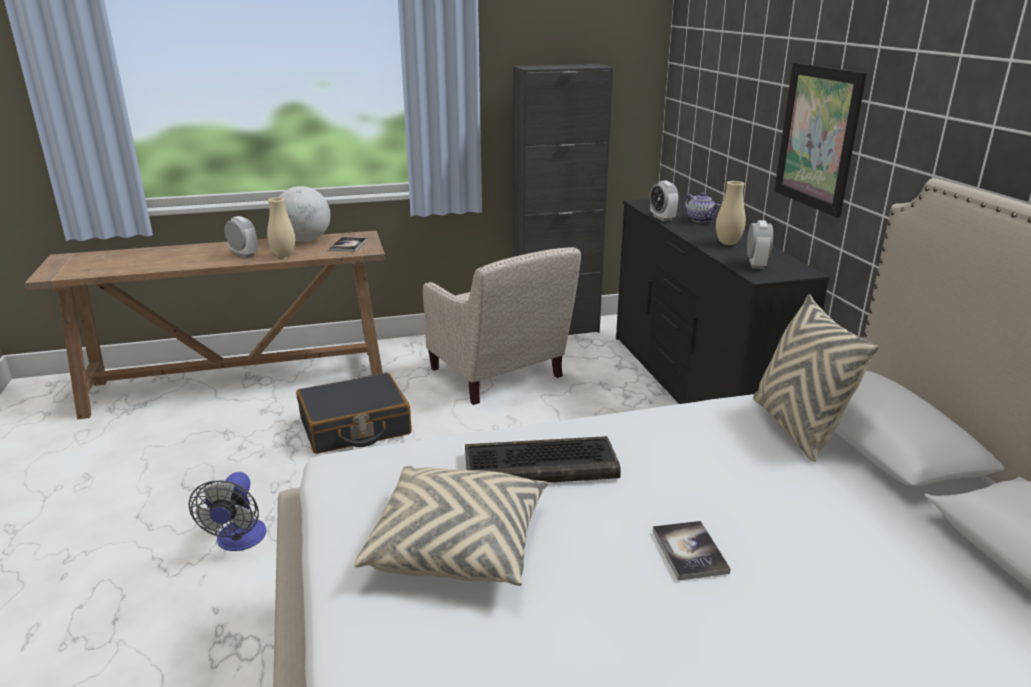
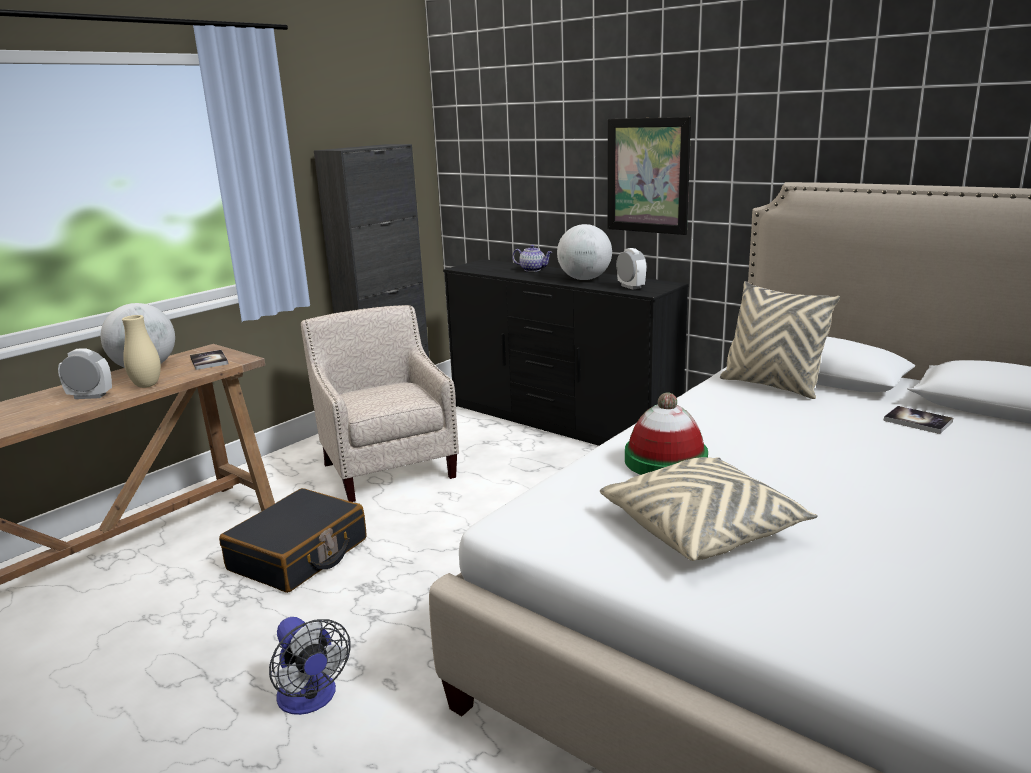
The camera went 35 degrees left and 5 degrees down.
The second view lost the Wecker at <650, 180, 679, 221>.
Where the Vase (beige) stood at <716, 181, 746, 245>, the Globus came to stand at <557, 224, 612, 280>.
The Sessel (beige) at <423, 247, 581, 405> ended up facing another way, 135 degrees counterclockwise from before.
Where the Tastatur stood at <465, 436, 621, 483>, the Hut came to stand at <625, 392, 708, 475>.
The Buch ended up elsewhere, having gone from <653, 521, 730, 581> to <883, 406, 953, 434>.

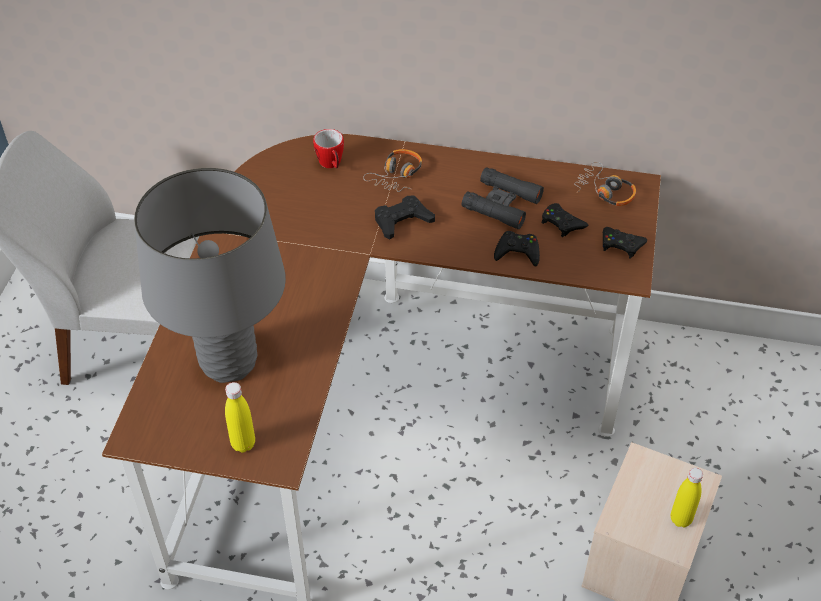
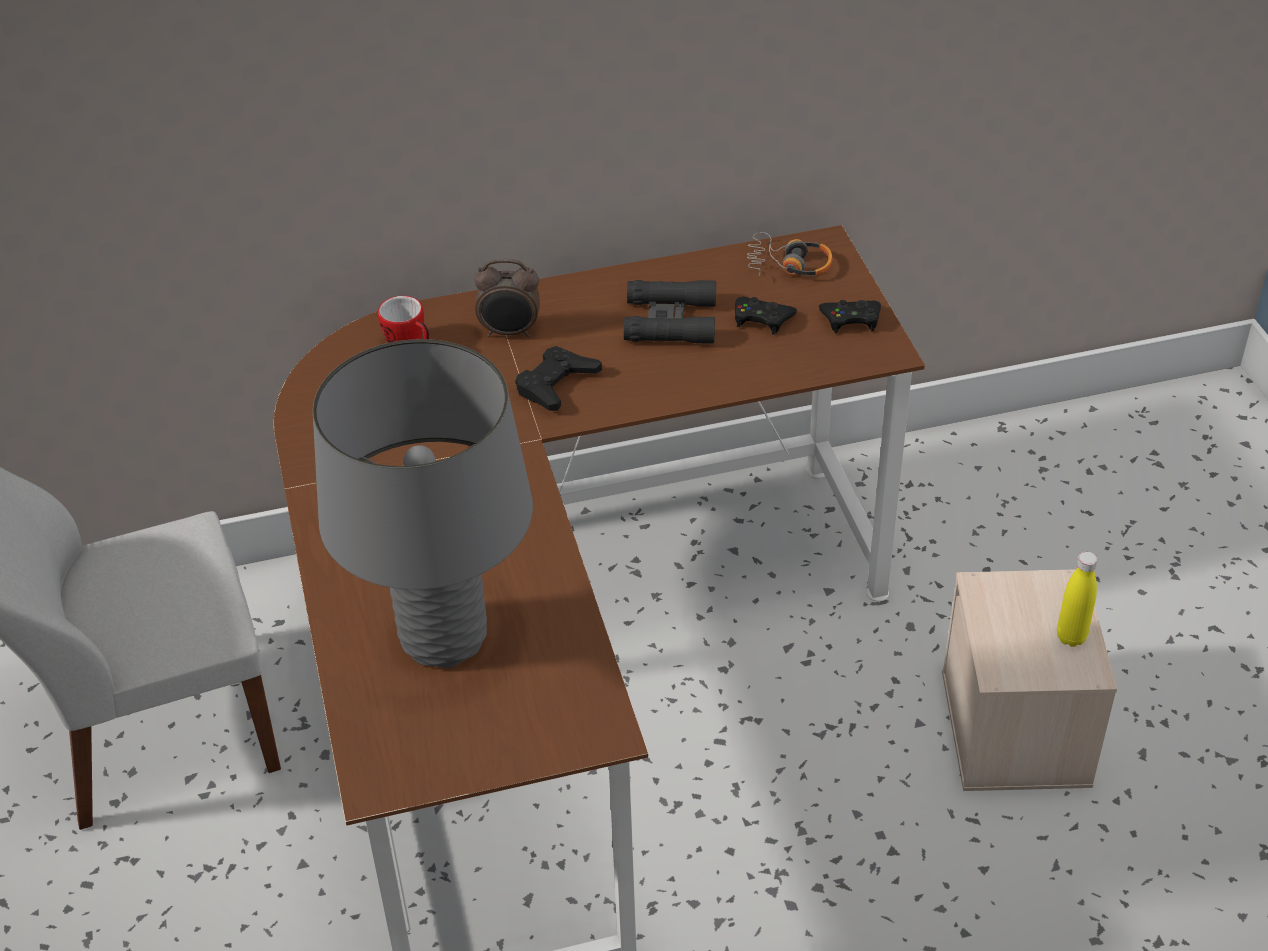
The camera went 25 degrees left and 5 degrees down.
Where the Kopfhörer stood at <363, 149, 422, 192>, the Wecker came to stand at <474, 259, 540, 337>.
The second view lost the Gamepad (schwarz) at <494, 231, 540, 267>.
The second view lost the Flasche (gelb) at <225, 382, 255, 453>.

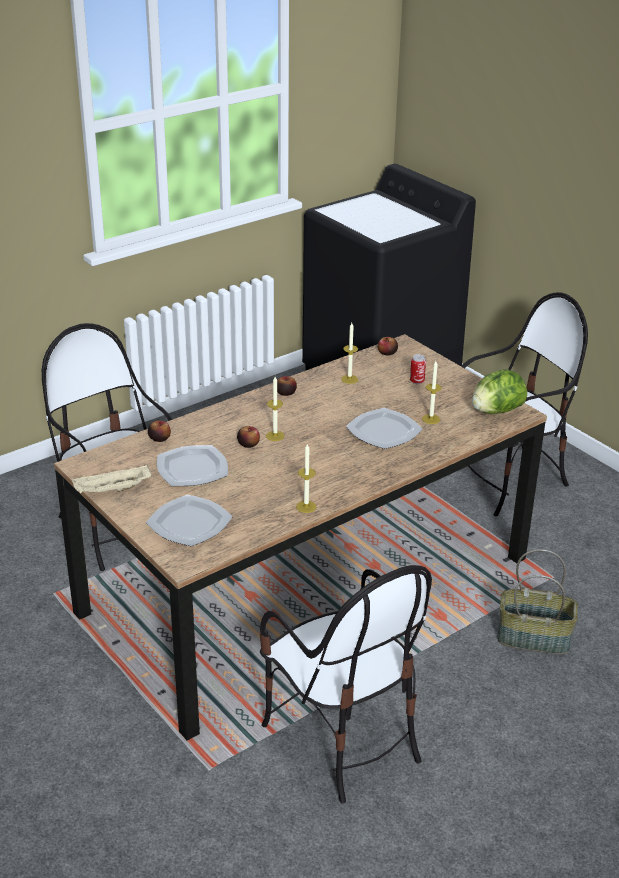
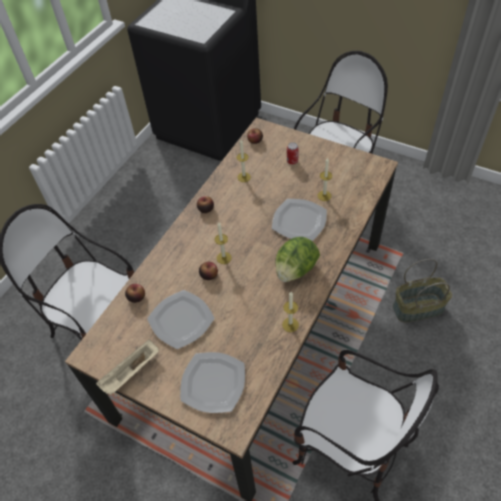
The camera went 20 degrees left and 20 degrees up.
The Salatkopf ended up elsewhere, having gone from <472, 369, 527, 414> to <275, 237, 320, 282>.

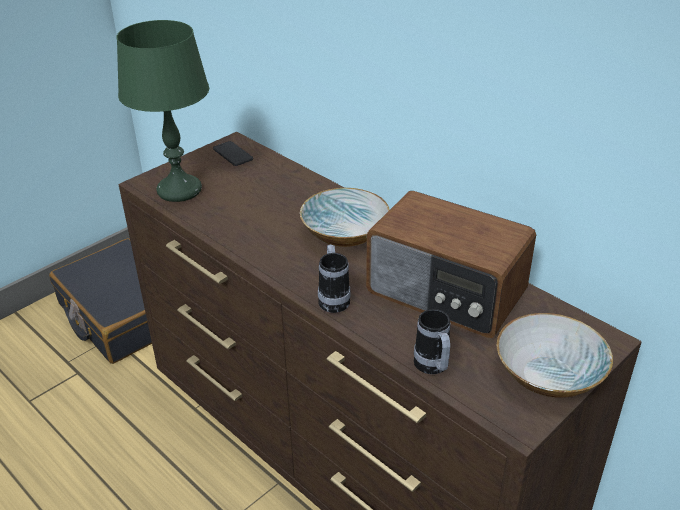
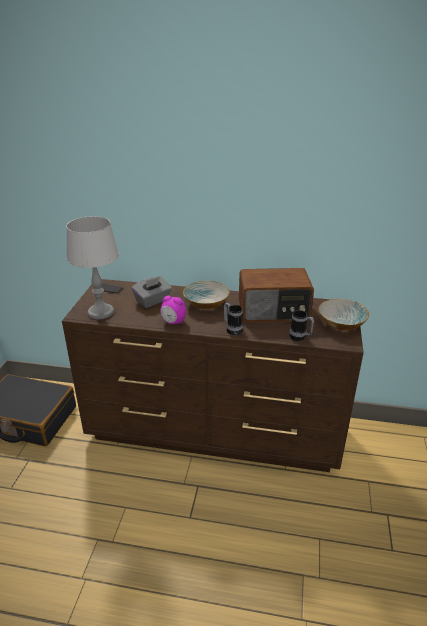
The camera went 35 degrees left and 5 degrees down.
What was the Tischlampe (grün) at <116, 20, 209, 202> turned into the Tischlampe (grau) at <66, 216, 119, 319>.
The second view gained the Taschentuchbox (grau) at <132, 276, 172, 308>.
The second view gained the Wecker at <160, 296, 186, 324>.

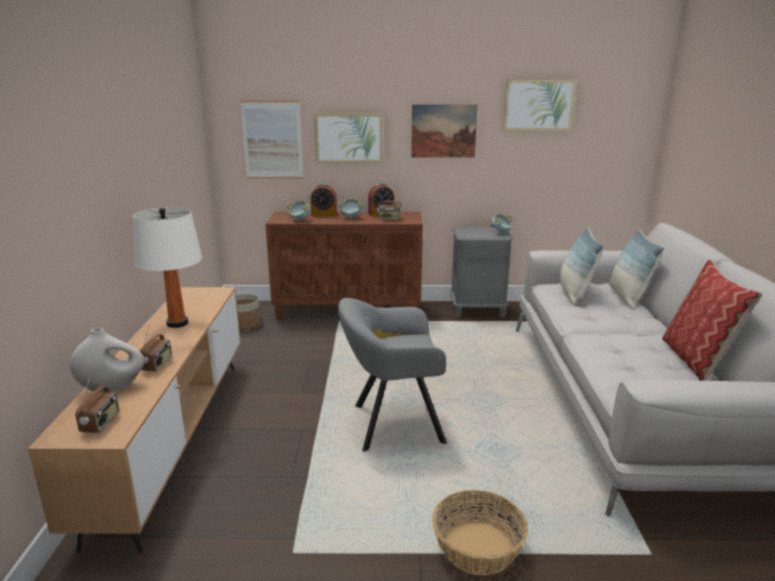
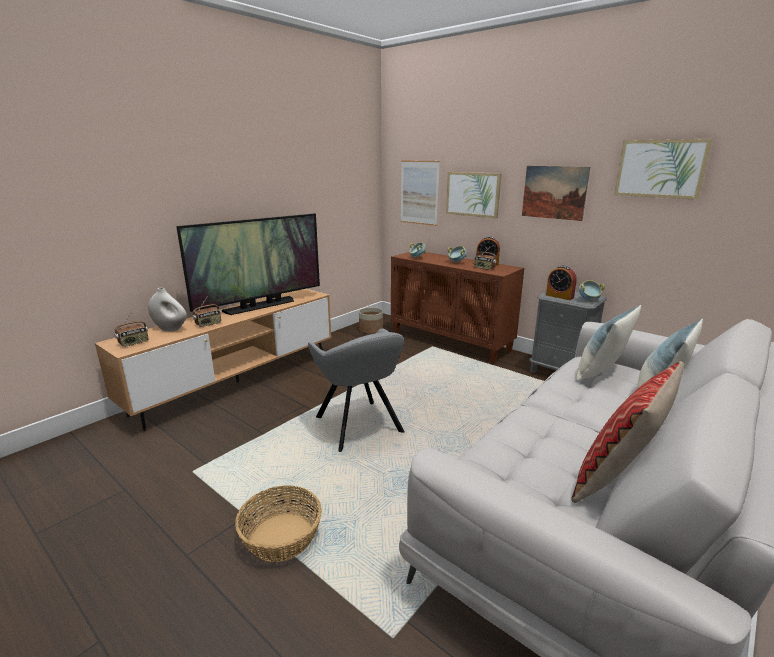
The camera went 40 degrees right and 0 degrees up.
The Wecker ended up elsewhere, having gone from <310, 184, 337, 216> to <546, 266, 577, 300>.
Where the Tischlampe (weiß) stood at <133, 207, 202, 328>, the Fernseher came to stand at <176, 213, 320, 315>.
The Sessel (grau) at <338, 298, 447, 452> ended up facing another way, 150 degrees counterclockwise from before.

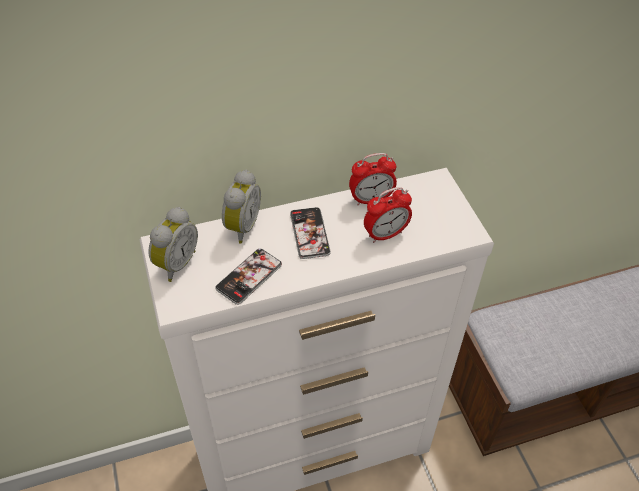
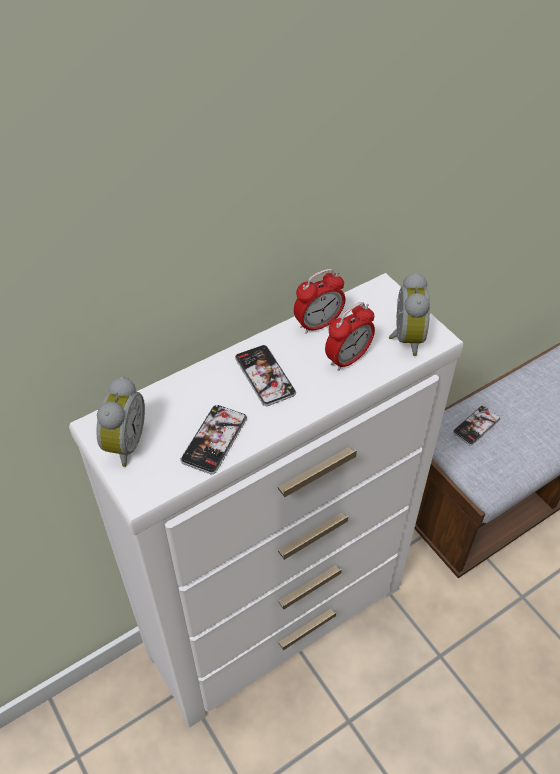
The camera went 15 degrees left and 0 degrees up.
The Wecker ended up elsewhere, having gone from <222, 170, 261, 244> to <389, 272, 430, 356>.
The second view gained the Handy at <453, 406, 501, 446>.

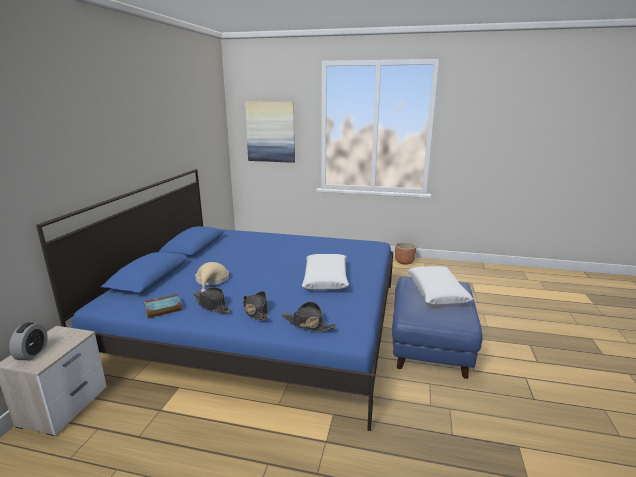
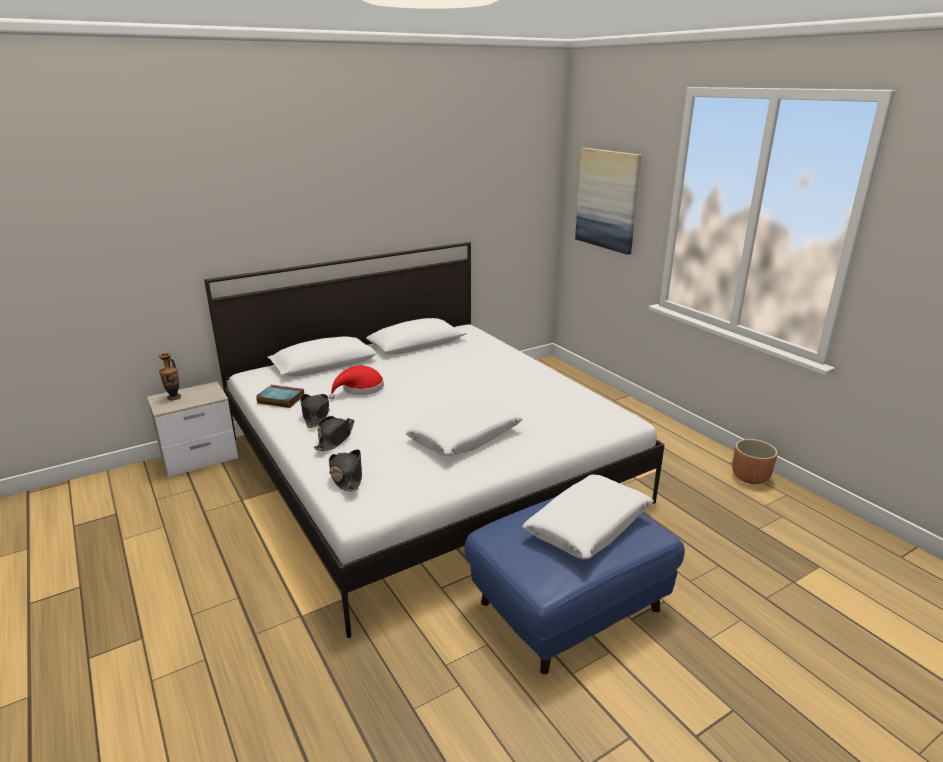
The camera went 45 degrees right and 5 degrees up.
What was the Bett (blau) at <36, 169, 393, 431> turned into the Bett (weiß) at <204, 242, 665, 638>.
What was the Hut (beige) at <196, 262, 229, 293> turned into the Hut (rot) at <329, 366, 384, 399>.
Where the Wecker stood at <9, 322, 48, 360>, the Vase came to stand at <159, 353, 181, 400>.

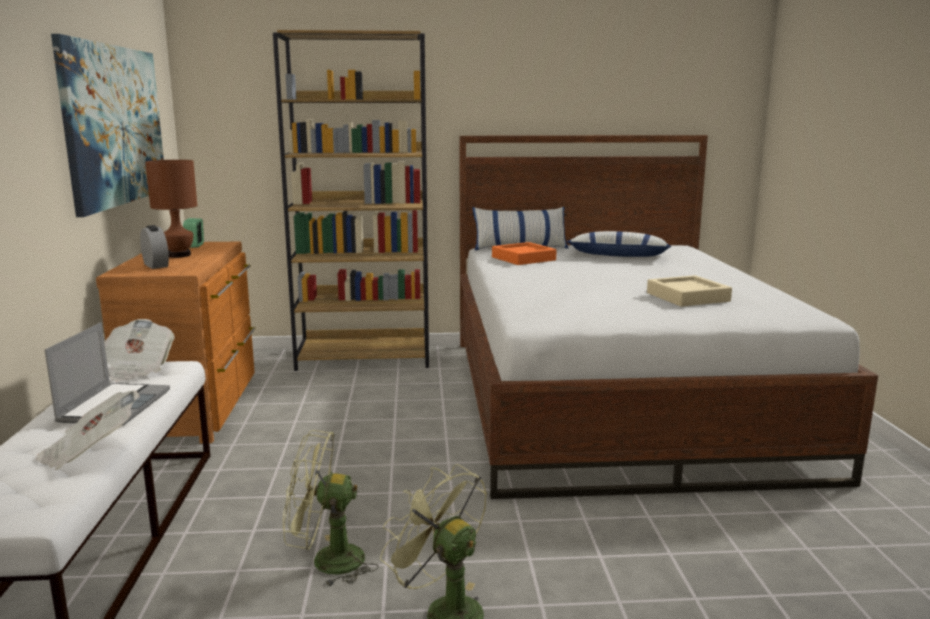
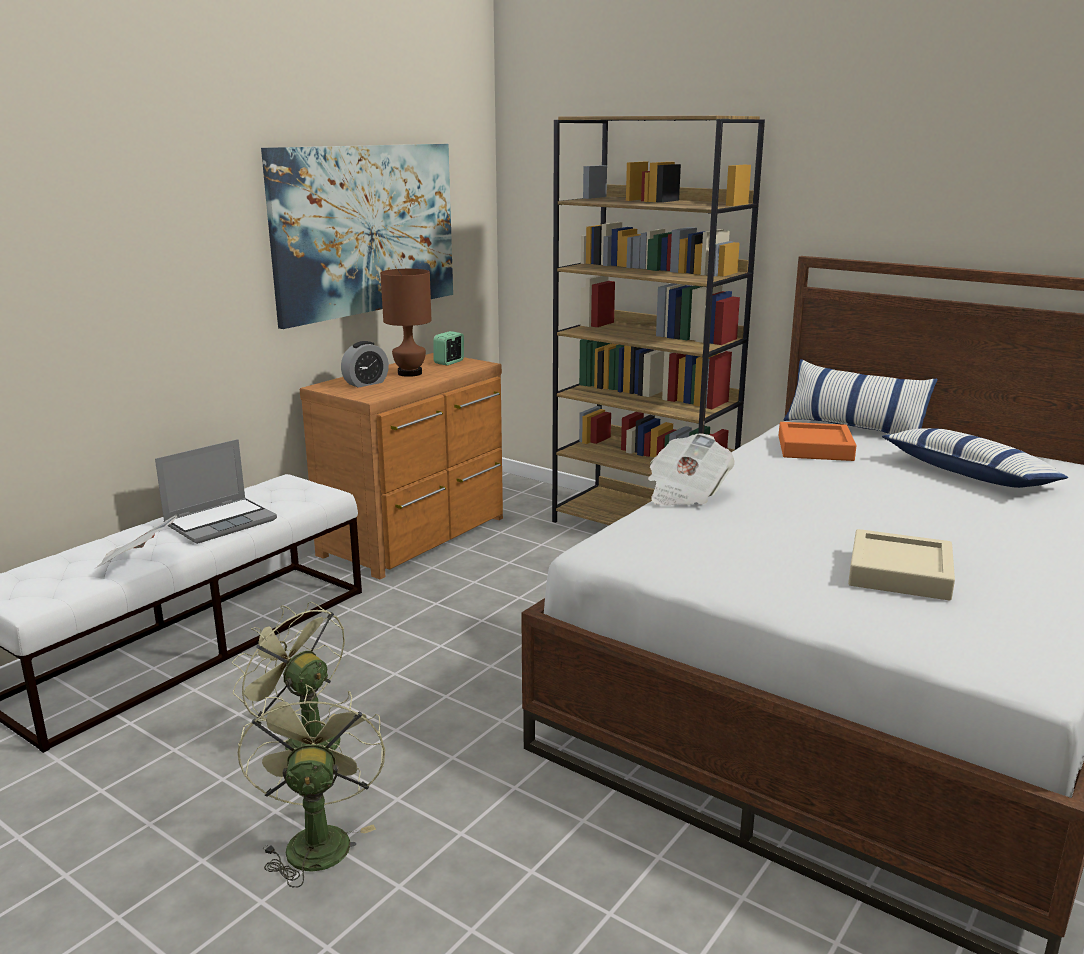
The camera went 40 degrees right and 5 degrees up.
The Wecker at <140, 225, 169, 269> ended up facing another way, 45 degrees clockwise from before.
The Zeitung ended up elsewhere, having gone from <104, 319, 175, 381> to <648, 433, 734, 506>.

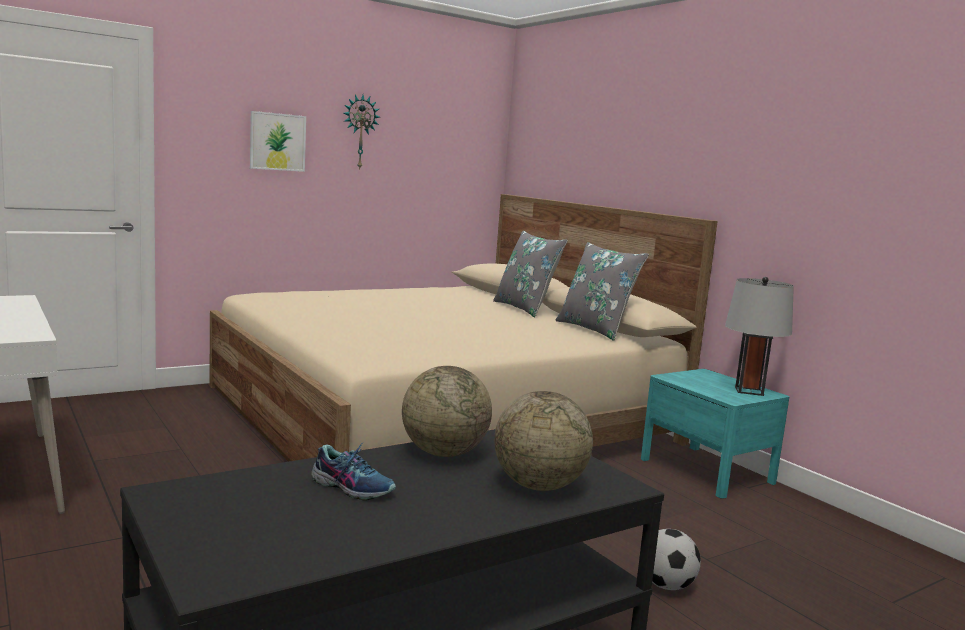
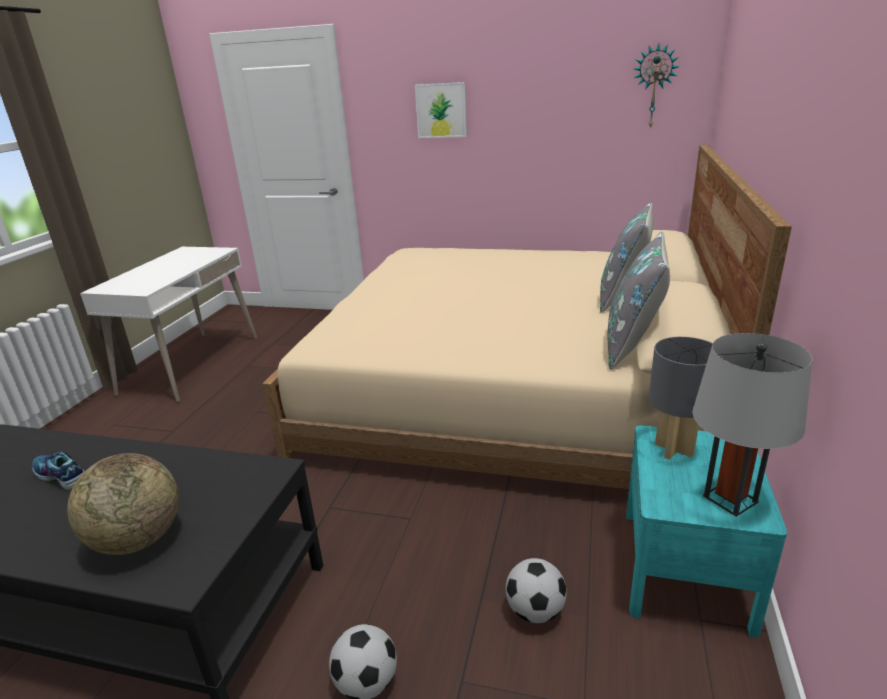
The camera went 50 degrees right and 15 degrees up.
The Wanduhr ended up elsewhere, having gone from <343, 95, 380, 170> to <634, 43, 680, 129>.
The second view lost the Globus at <402, 366, 492, 457>.
The Schuh at <311, 443, 396, 501> ended up facing another way, 135 degrees clockwise from before.
The second view gained the Tischlampe (grau) at <649, 337, 712, 460>.
The second view gained the Fußball at <506, 558, 567, 623>.

